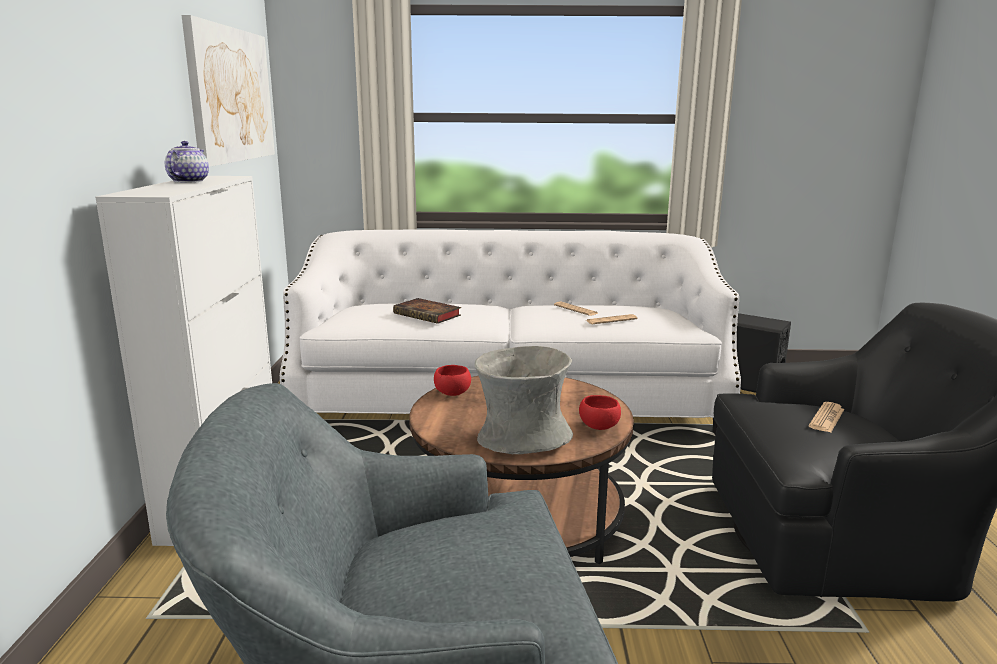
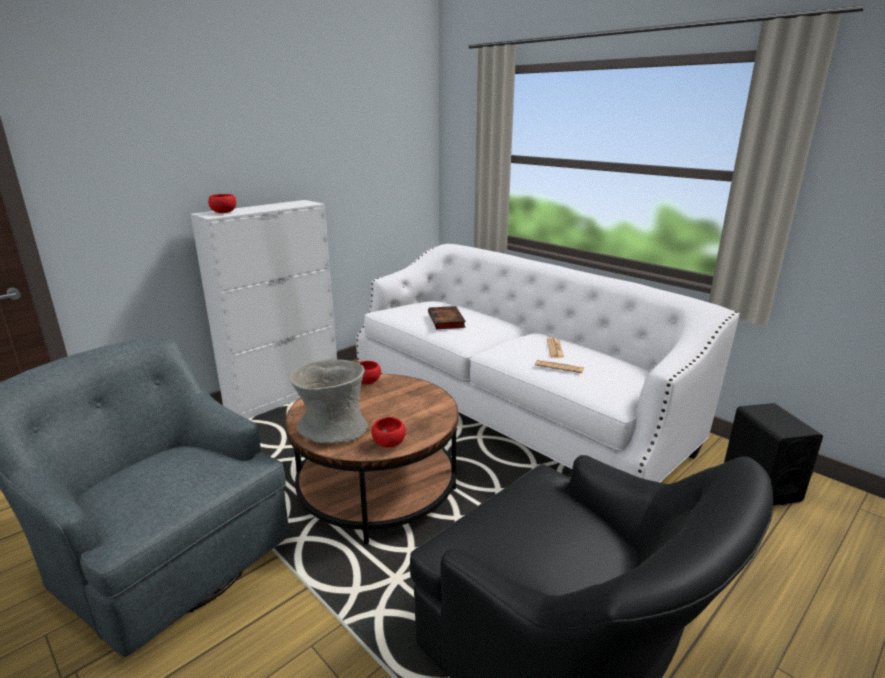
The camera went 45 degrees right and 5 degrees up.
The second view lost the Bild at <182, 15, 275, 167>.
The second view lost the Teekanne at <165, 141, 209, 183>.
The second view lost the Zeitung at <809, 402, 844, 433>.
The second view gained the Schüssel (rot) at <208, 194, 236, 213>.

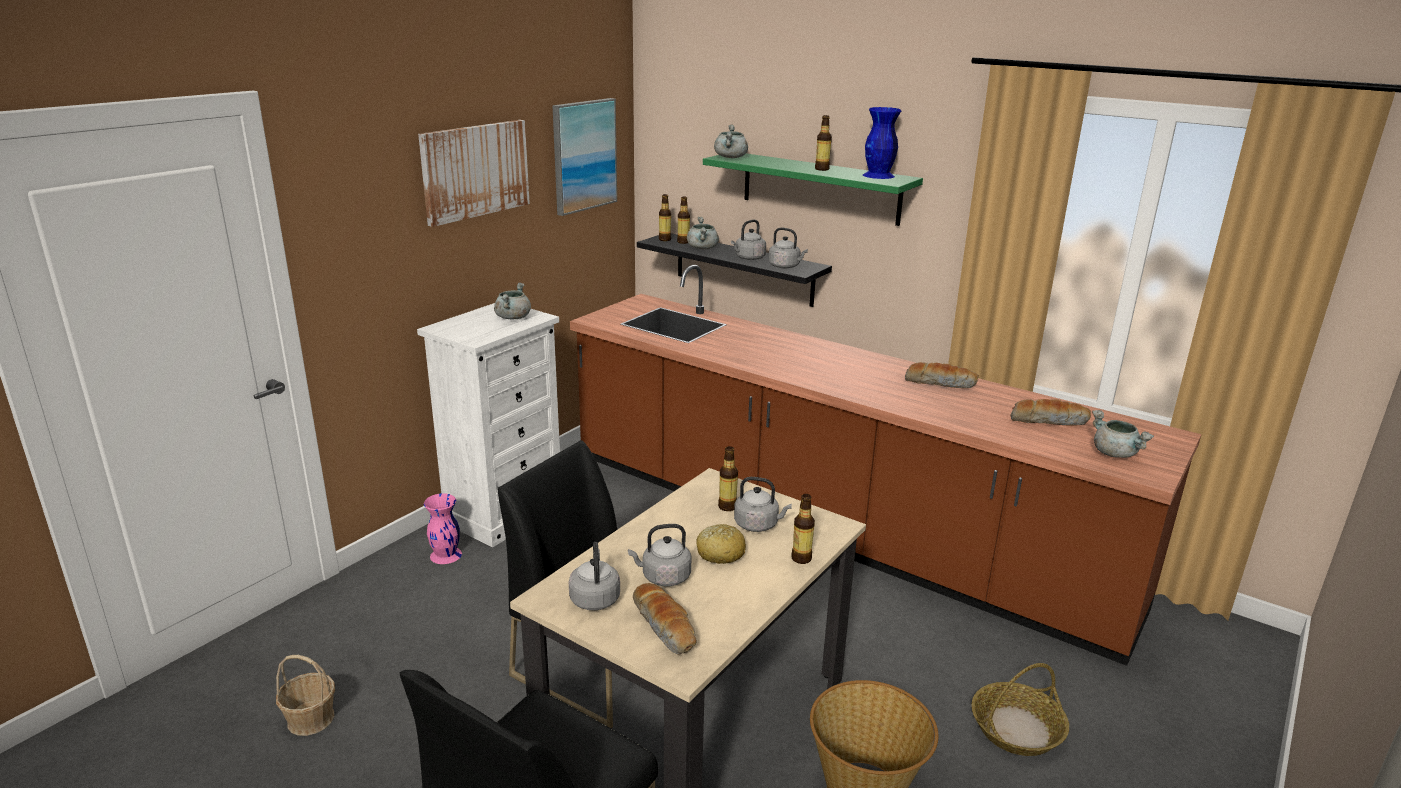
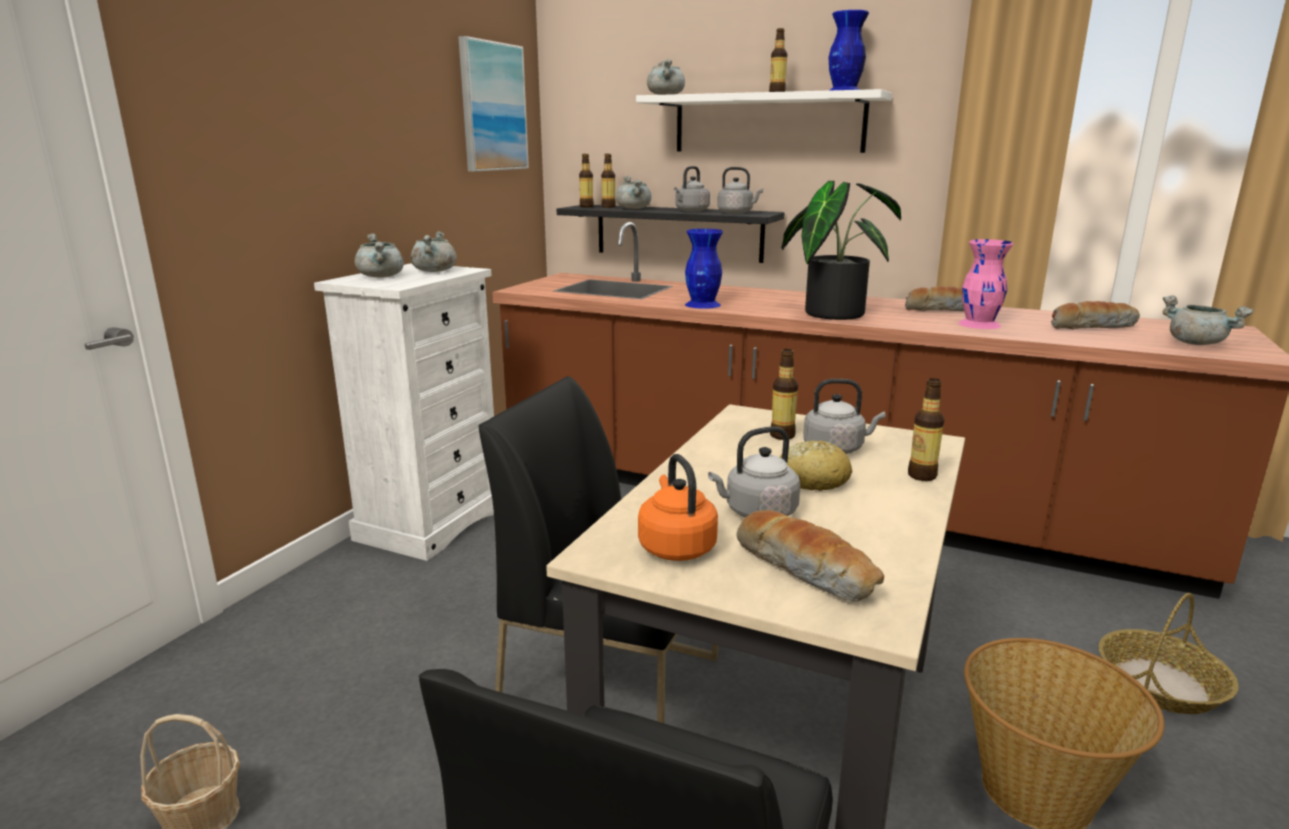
The camera went 10 degrees left and 5 degrees down.
The second view lost the Bild at <418, 120, 530, 227>.
What was the Wandregal (grün) at <703, 154, 923, 226> turned into the Wandregal (weiß) at <636, 89, 892, 153>.
The Vase (rosa) ended up elsewhere, having gone from <424, 493, 462, 564> to <958, 239, 1013, 329>.
What was the Wasserkessel (grau) at <569, 542, 620, 610> turned into the Wasserkessel (orange) at <638, 454, 718, 561>.
The second view gained the Topfpflanze at <781, 181, 901, 320>.
The second view gained the Vase (blau) at <685, 229, 723, 309>.
The second view gained the Kochtopf (grau) at <355, 233, 404, 277>.

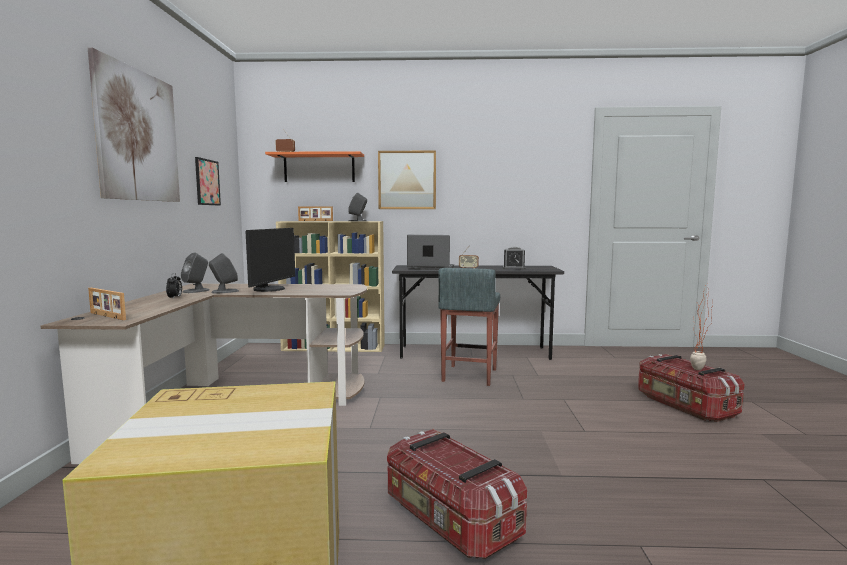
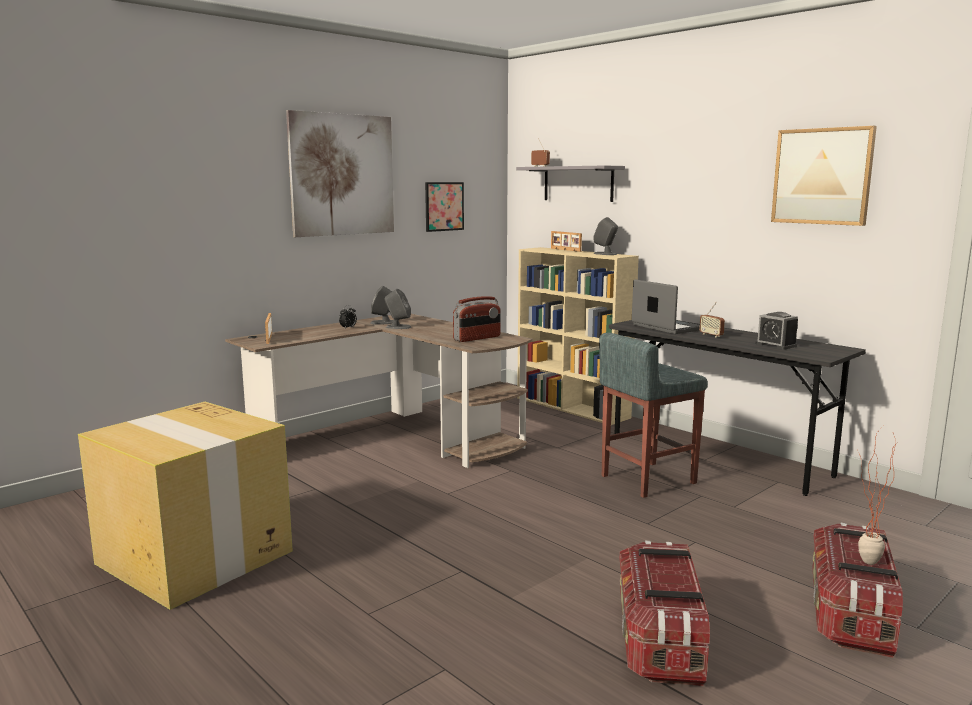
The camera went 45 degrees right and 5 degrees up.
What was the Wandregal (orange) at <265, 151, 364, 182> turned into the Wandregal (grau) at <516, 166, 625, 202>.
The Bild ended up elsewhere, having gone from <378, 151, 436, 209> to <771, 126, 877, 226>.
The second view lost the Monitor at <246, 228, 295, 292>.
The Aufbewahrungsbox ended up elsewhere, having gone from <387, 429, 527, 559> to <619, 541, 710, 686>.
The second view gained the Radio at <453, 296, 501, 342>.

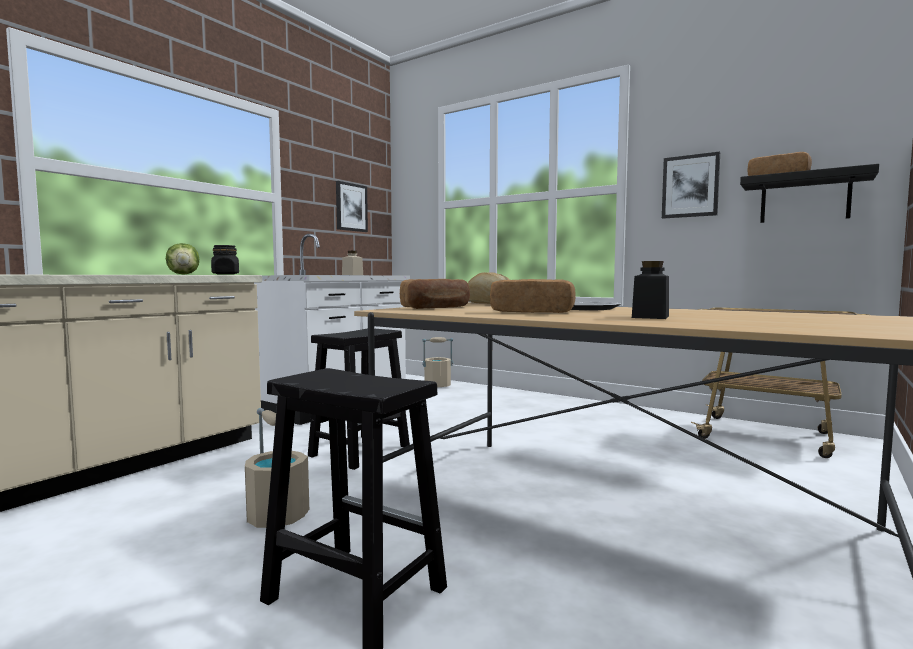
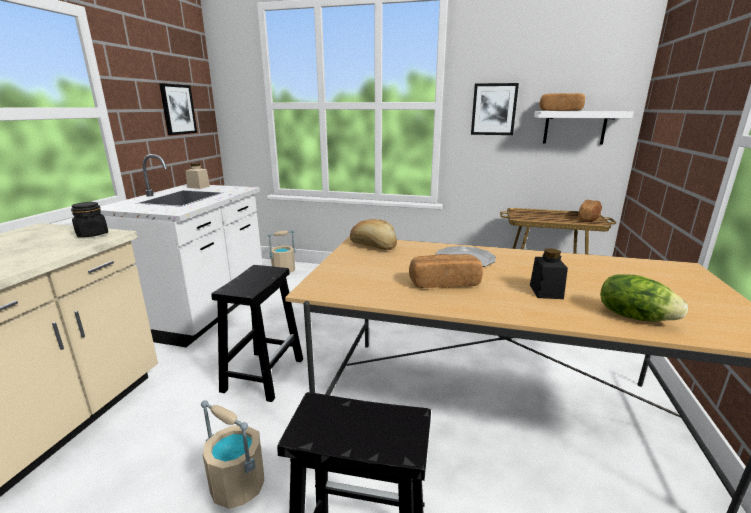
The camera went 20 degrees left and 15 degrees up.
What was the Wandregal (schwarz) at <740, 164, 879, 223> turned into the Wandregal (weiß) at <534, 111, 633, 145>.
The Salatkopf ended up elsewhere, having gone from <166, 243, 199, 275> to <600, 275, 688, 321>.
The Brot ended up elsewhere, having gone from <400, 279, 470, 309> to <578, 200, 602, 222>.

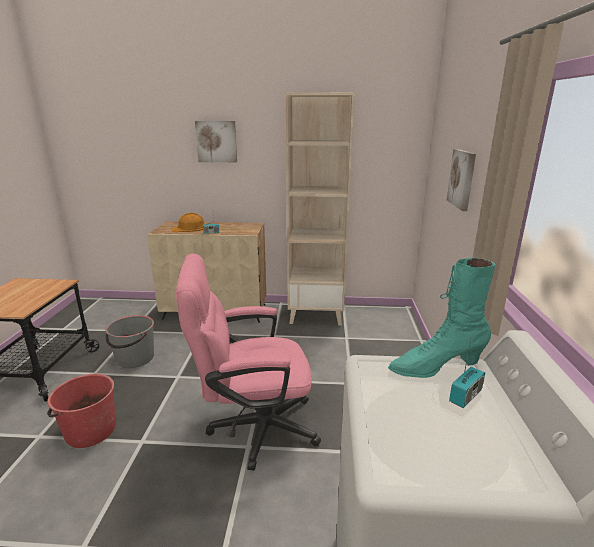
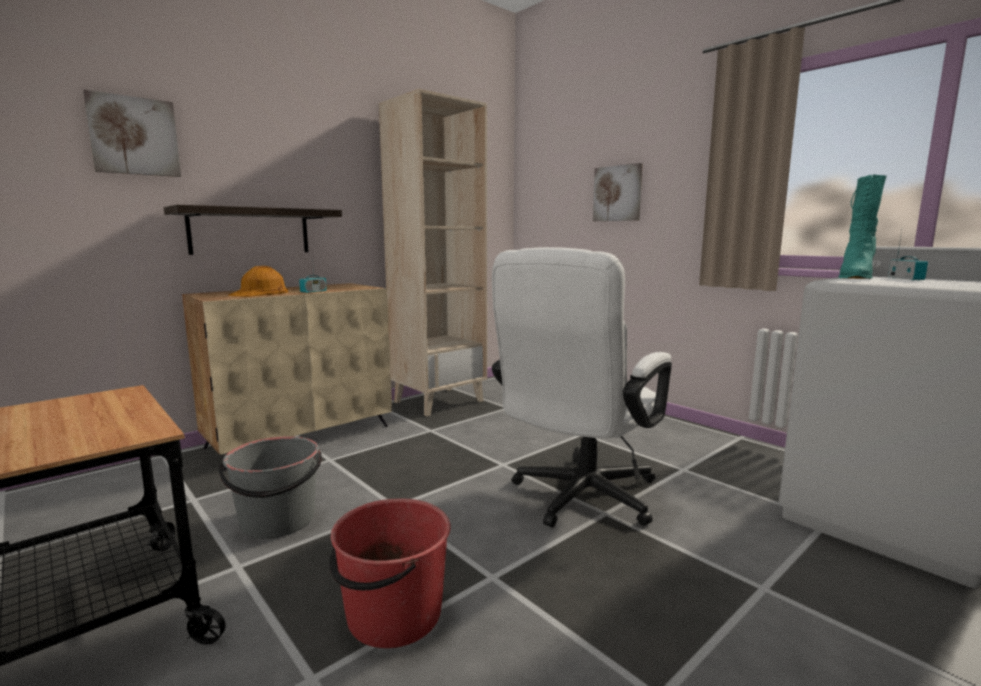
The camera went 45 degrees left and 10 degrees down.
The Bild ended up elsewhere, having gone from <195, 121, 237, 162> to <83, 90, 181, 177>.
What was the Bürostuhl (rosa) at <176, 254, 321, 471> turned into the Bürostuhl (weiß) at <492, 247, 672, 528>.
The second view gained the Wandregal at <164, 205, 342, 255>.

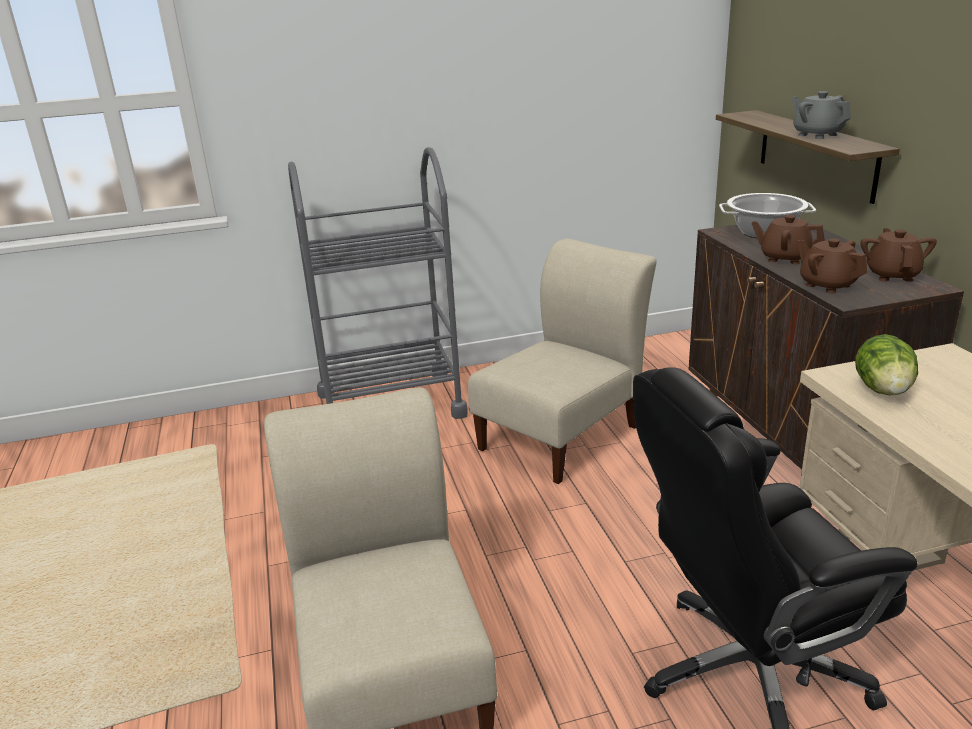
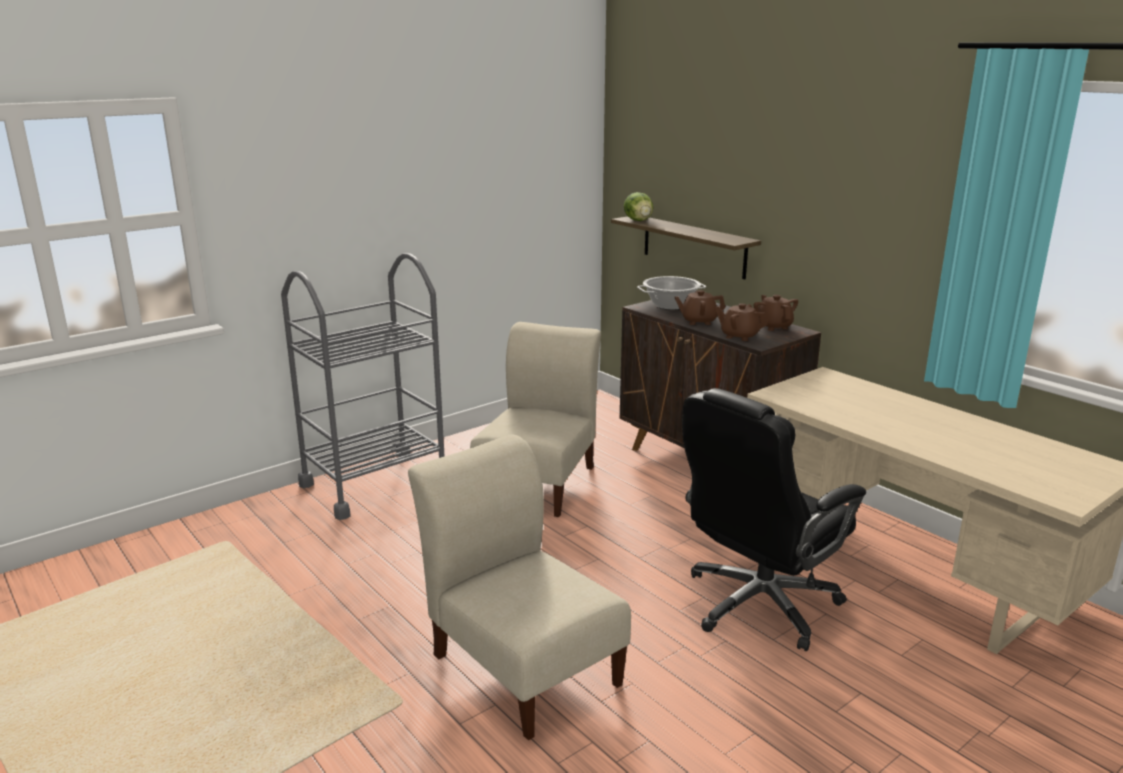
The camera went 25 degrees left and 5 degrees down.
The second view lost the Teekanne (grau) at <792, 91, 851, 139>.
The Salatkopf ended up elsewhere, having gone from <855, 334, 918, 395> to <624, 192, 653, 221>.

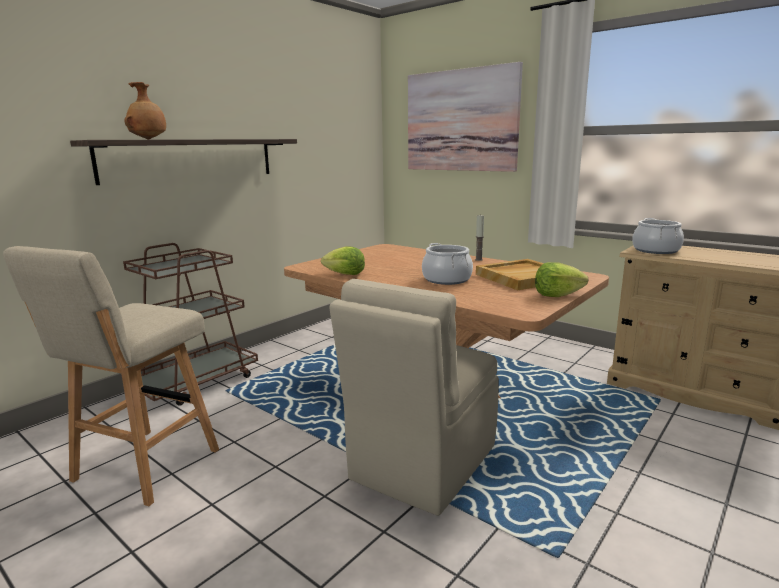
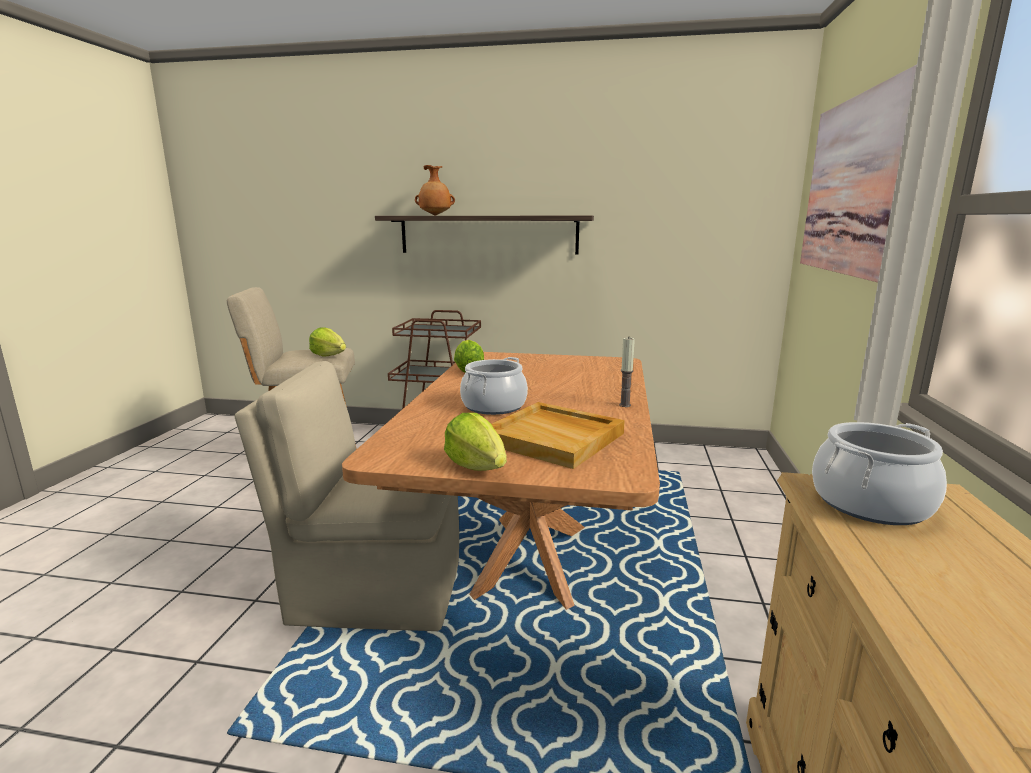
The camera went 60 degrees right and 0 degrees up.
The second view gained the Salatkopf at <309, 328, 346, 357>.

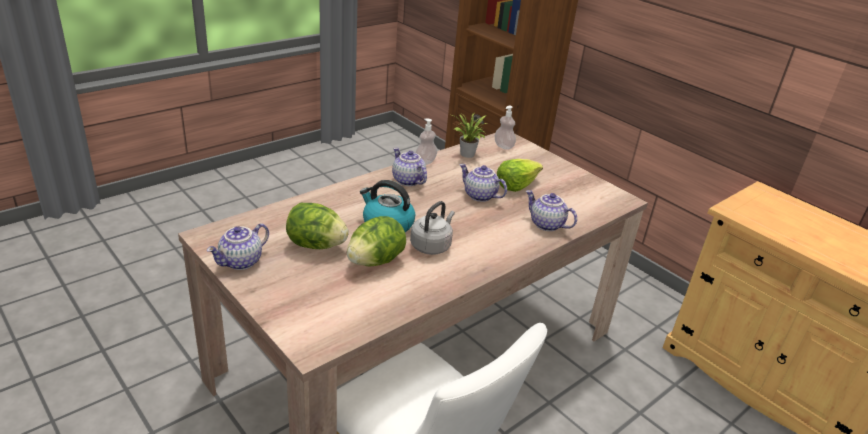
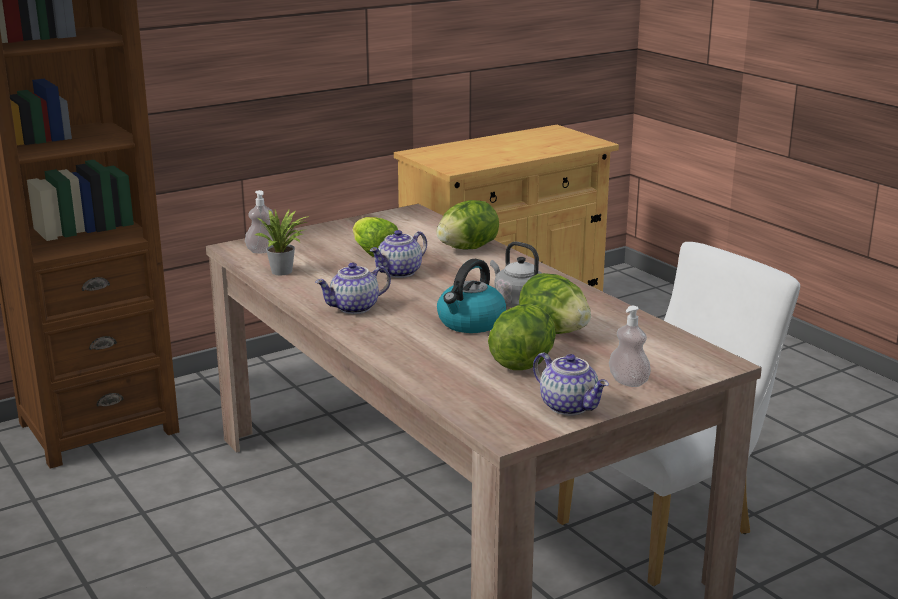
The camera went 80 degrees left and 10 degrees down.
The Seifenspender ended up elsewhere, having gone from <415, 119, 437, 165> to <609, 306, 651, 387>.
Where the Teekanne stood at <526, 190, 577, 231>, the Salatkopf came to stand at <436, 200, 499, 250>.

